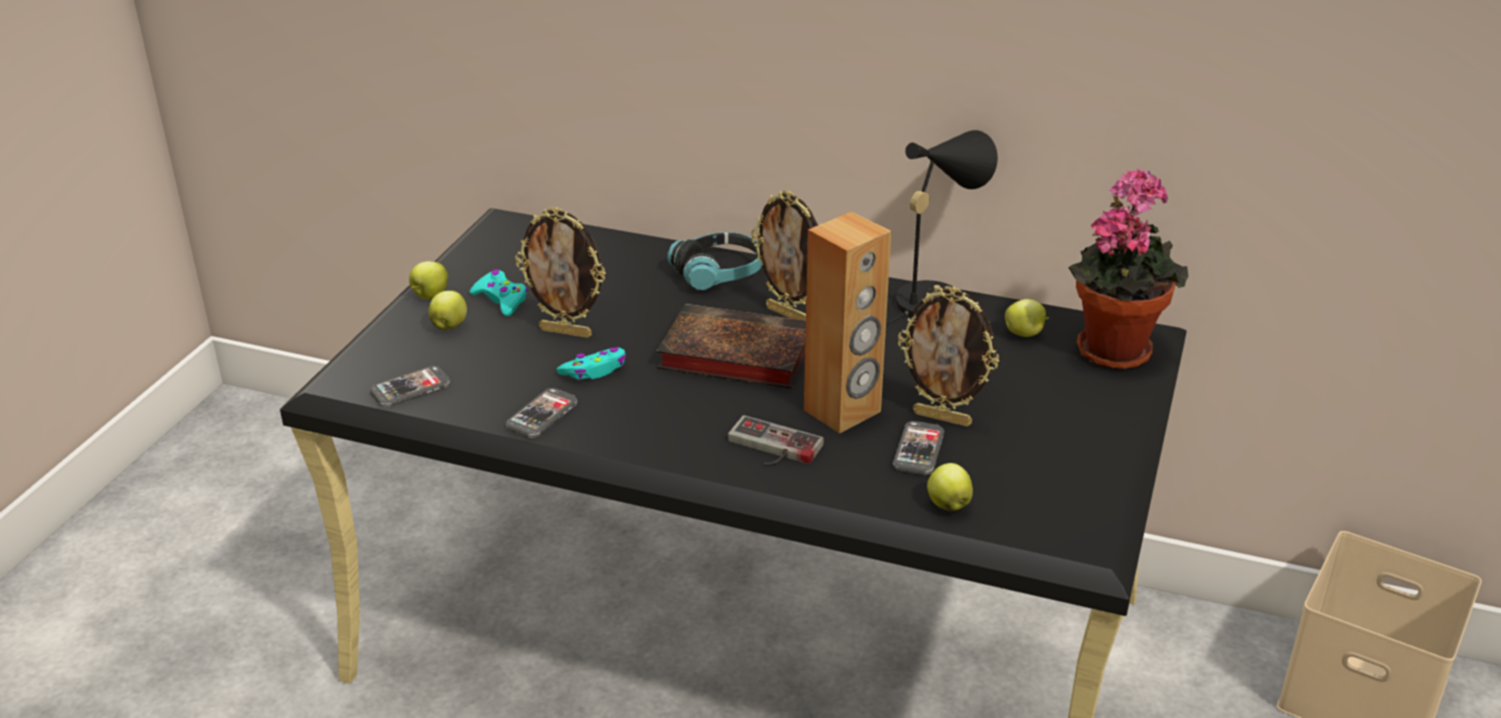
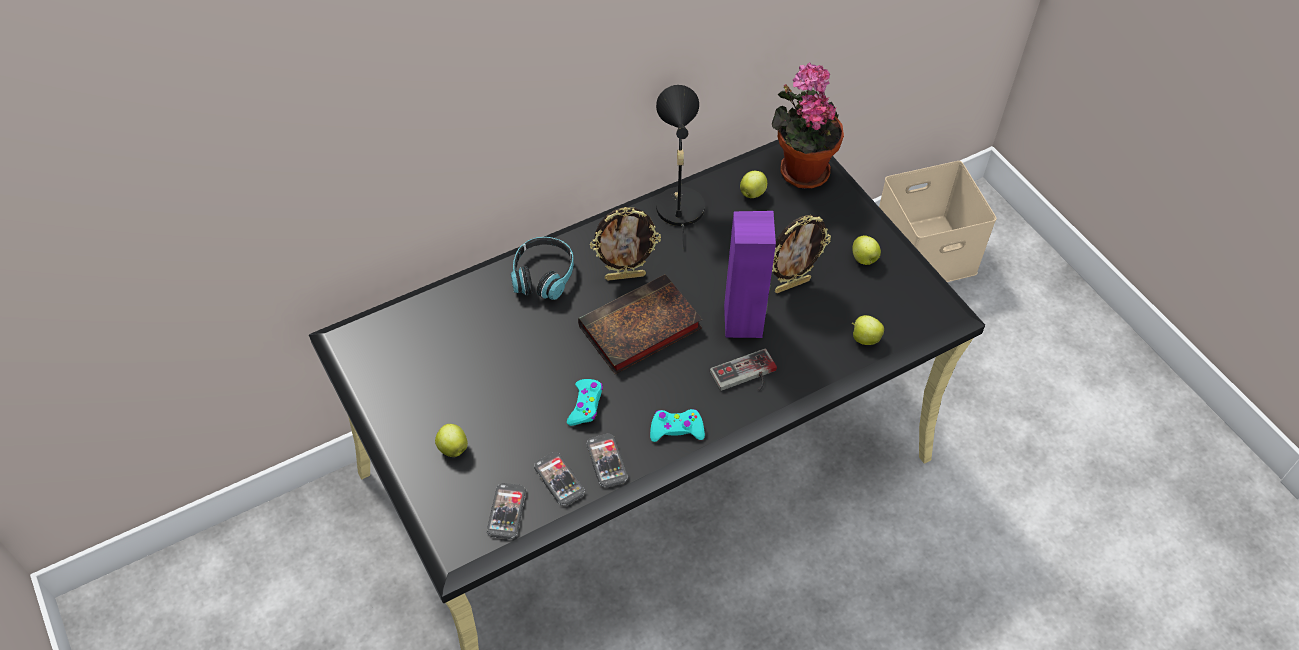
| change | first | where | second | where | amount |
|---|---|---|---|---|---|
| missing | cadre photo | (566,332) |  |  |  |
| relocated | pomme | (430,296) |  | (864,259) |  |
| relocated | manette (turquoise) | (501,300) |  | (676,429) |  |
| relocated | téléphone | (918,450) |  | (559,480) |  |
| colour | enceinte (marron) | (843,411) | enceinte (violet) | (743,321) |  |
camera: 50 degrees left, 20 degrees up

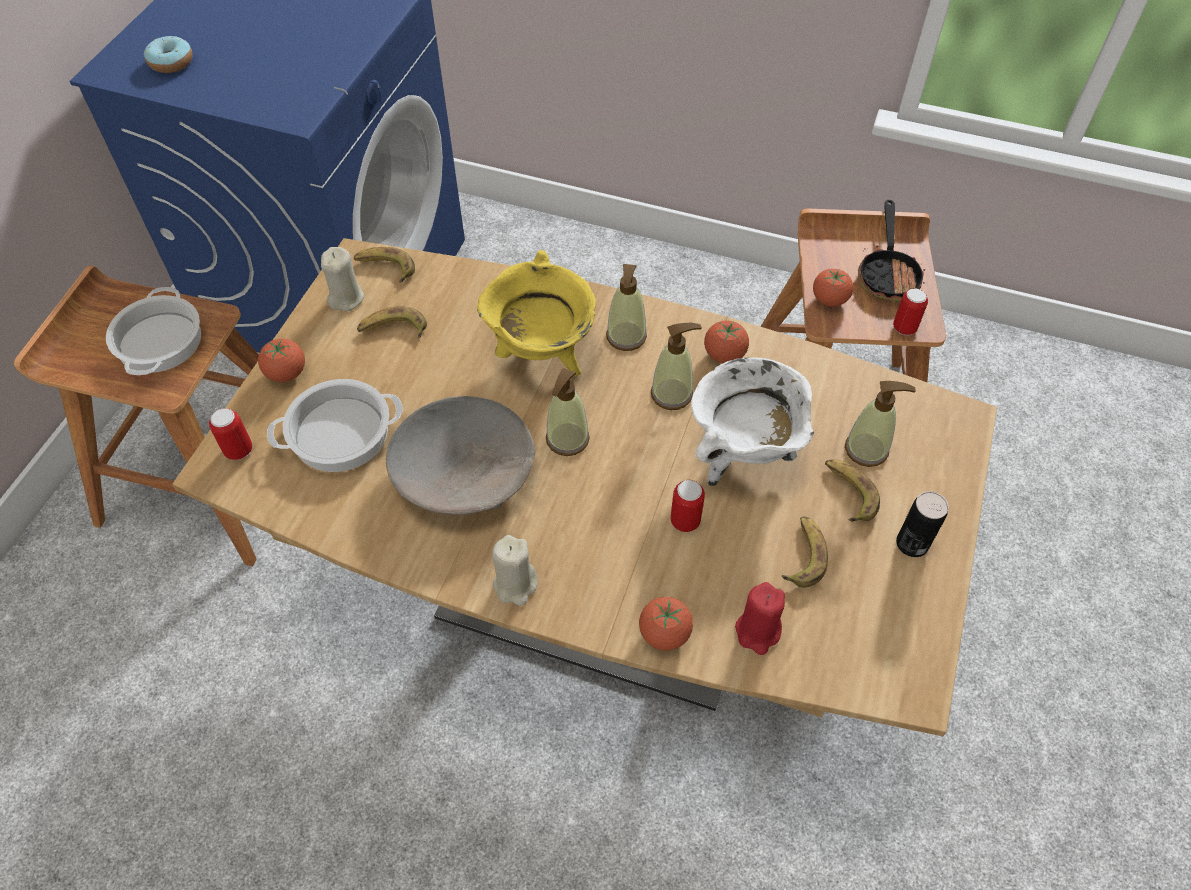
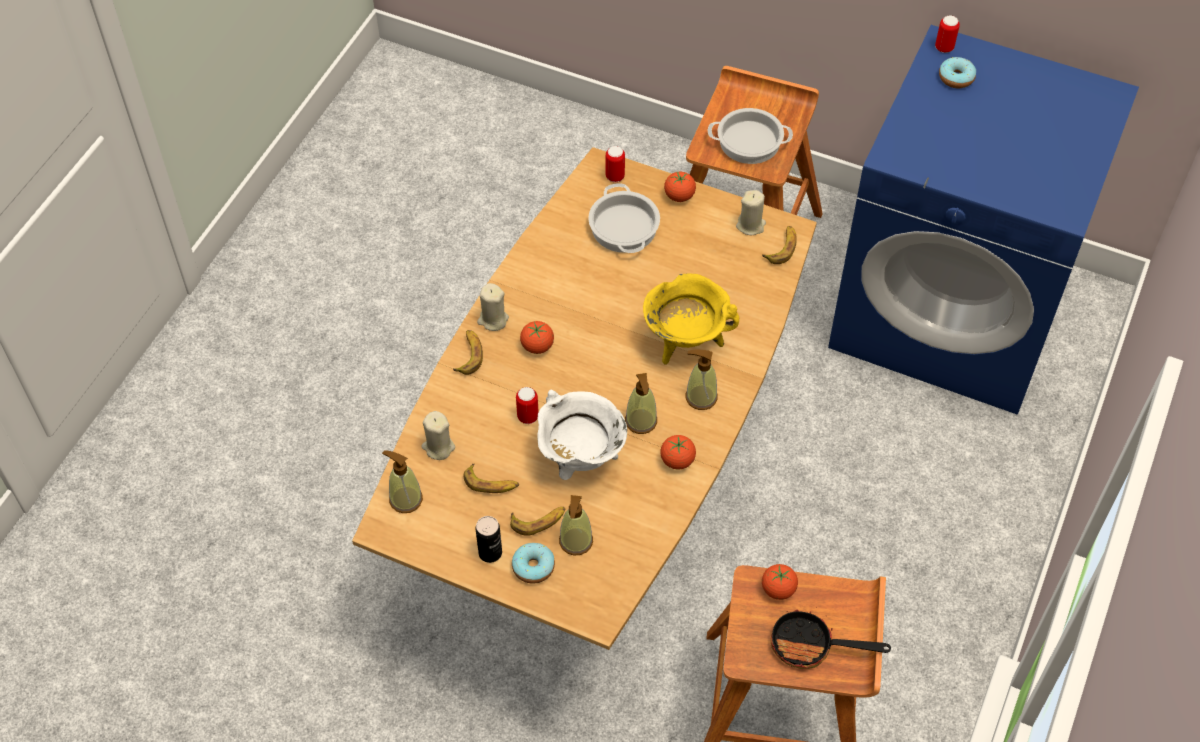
| change | first | where | second | where | amount |
|---|---|---|---|---|---|
| missing | bol (beige) | (463,472) |  |  |  |
| appeared |  |  | beignet | (533,567) |  |
| relocated | banane | (393,329) |  | (469,355) |  |
| relocated | distributeur de savon | (567,439) |  | (405,499) |  |
| relocated | tomate | (664,634) |  | (537,346) |  |
| relocated | boîte métallique | (904,328) |  | (944,48) |  |
| colour | bougie (rouge) | (758,631) | bougie (beige) | (438,447) |  |
camera: 95 degrees right, 0 degrees up

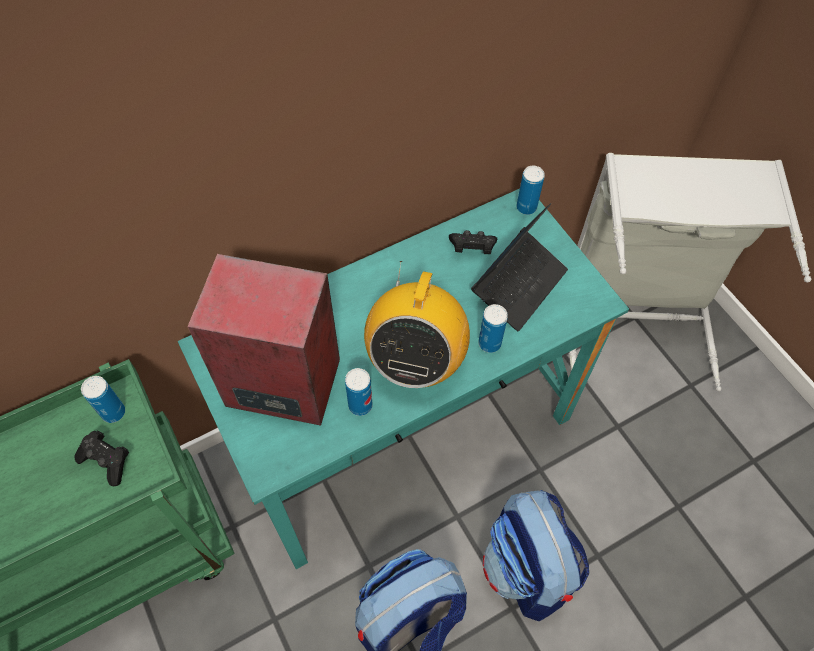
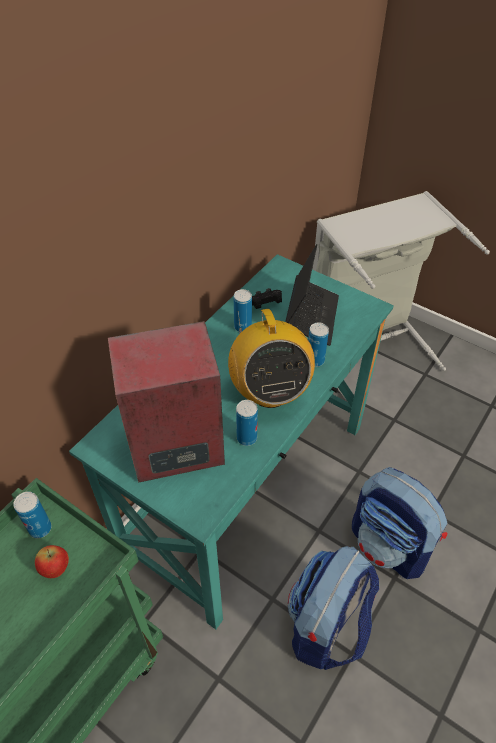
| change | first | where | second | where | amount |
|---|---|---|---|---|---|
| relocated | boîte métallique | (526,207) |  | (243,327) |  |
| exchanged | manette (noir) | (107,461) | pomme | (56,569) |  |
camera: 25 degrees left, 10 degrees down

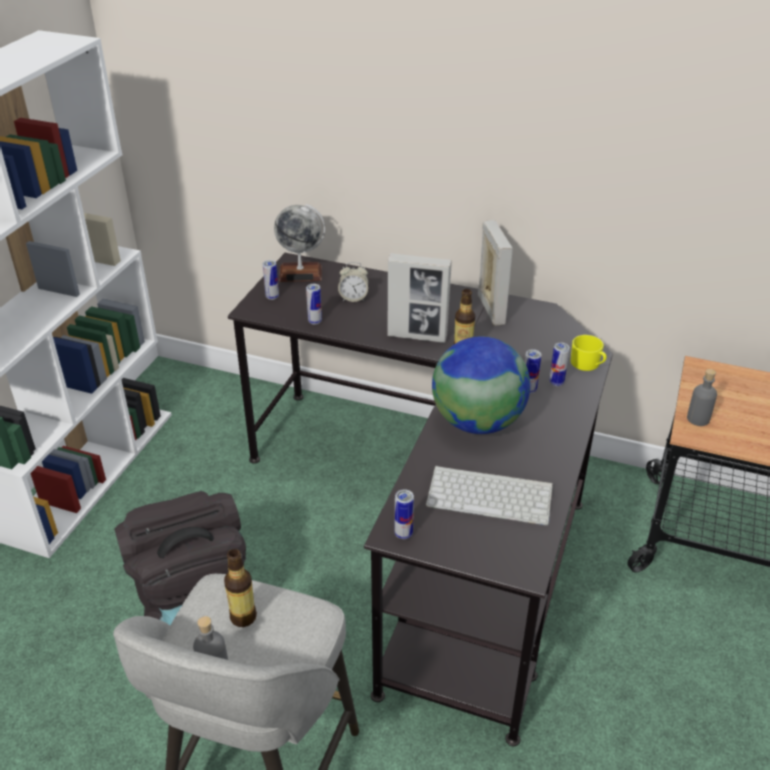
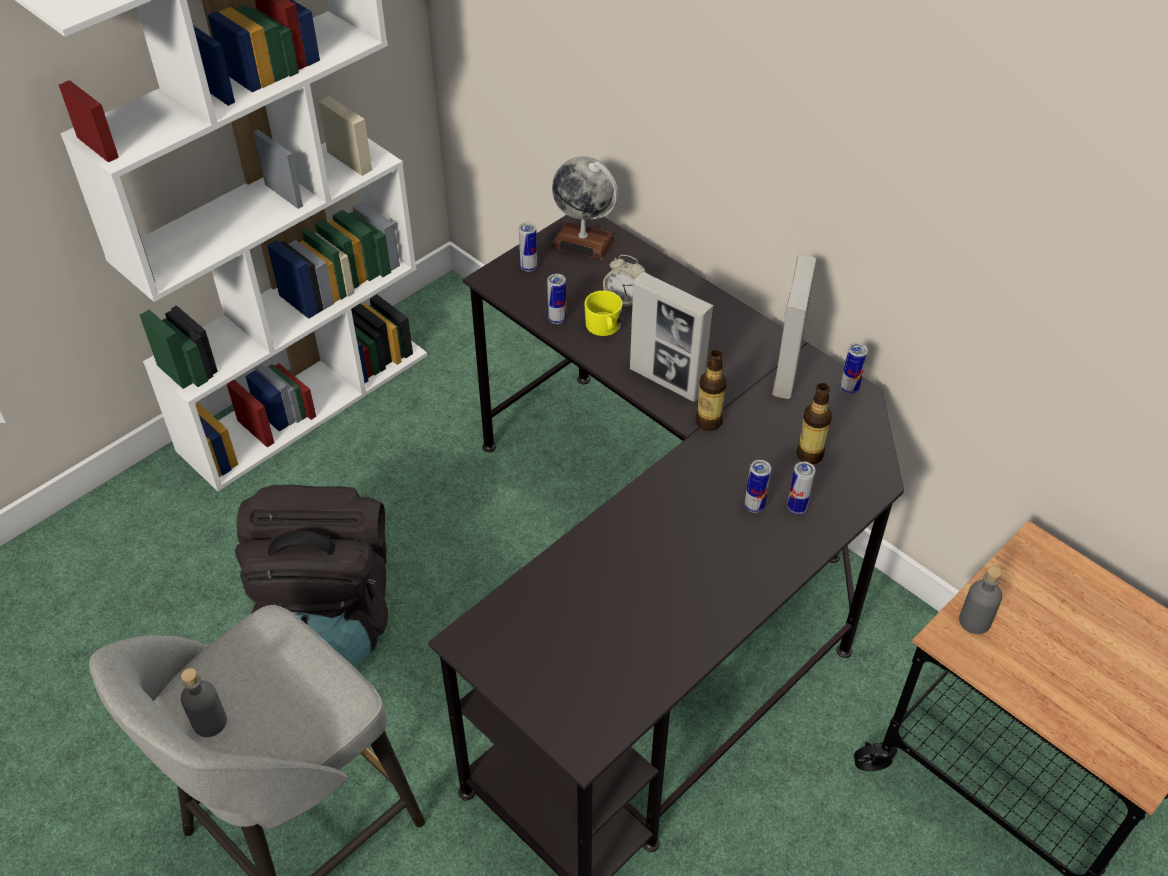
| change | first | where | second | where | amount |
|---|---|---|---|---|---|
| missing | clavier | (491,495) |  |  |  |
| missing | globe | (477,422) |  |  |  |
| relocated | bouteille | (243,617) |  | (809,455) |  |
| relocated | boîte métallique | (403,534) |  | (849,389) |  |
| relocated | mug (jaune) | (588,364) |  | (604,327) |  |
camera: 25 degrees right, 10 degrees up

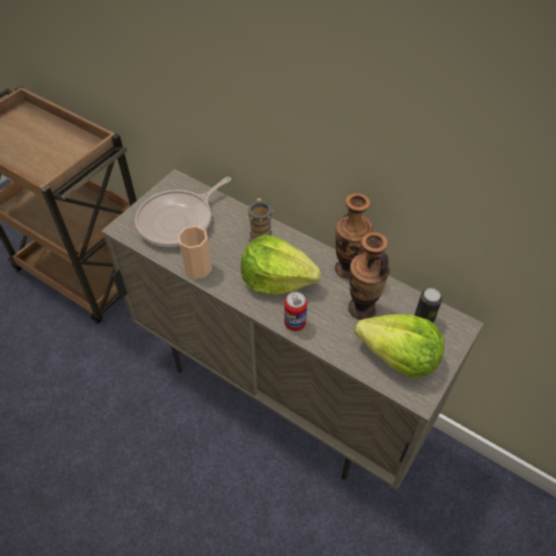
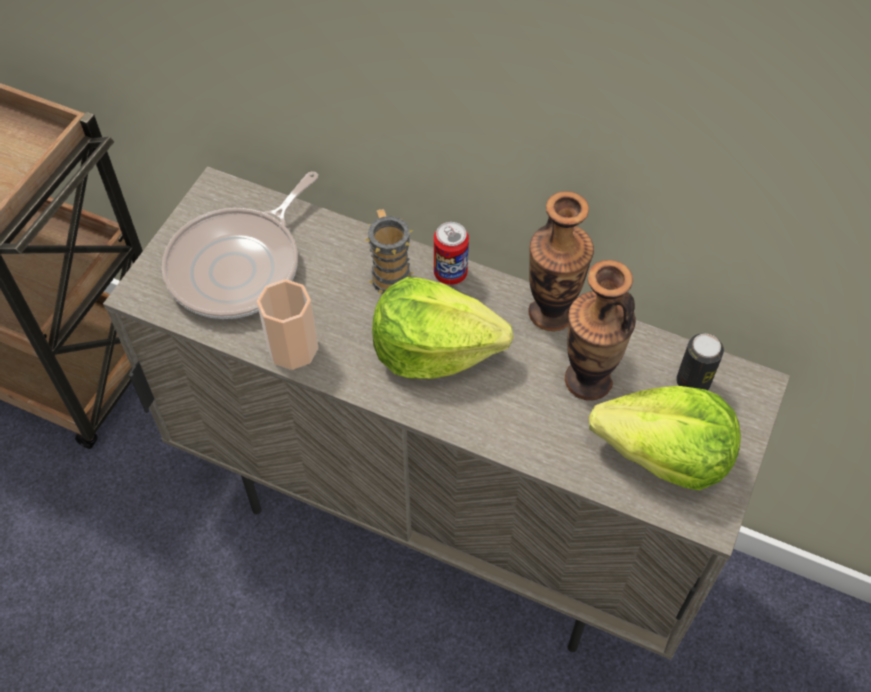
| change | first | where | second | where | amount |
|---|---|---|---|---|---|
| relocated | boîte métallique | (295,323) |  | (450,273) |  |
camera: 10 degrees left, 5 degrees up

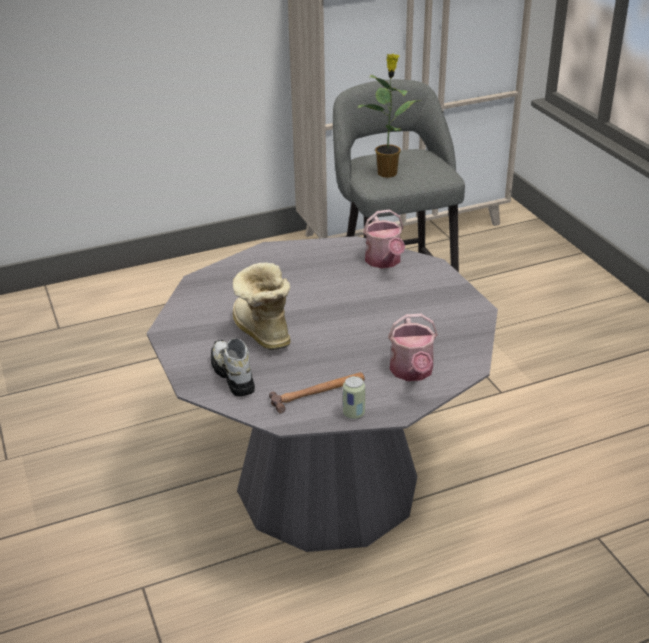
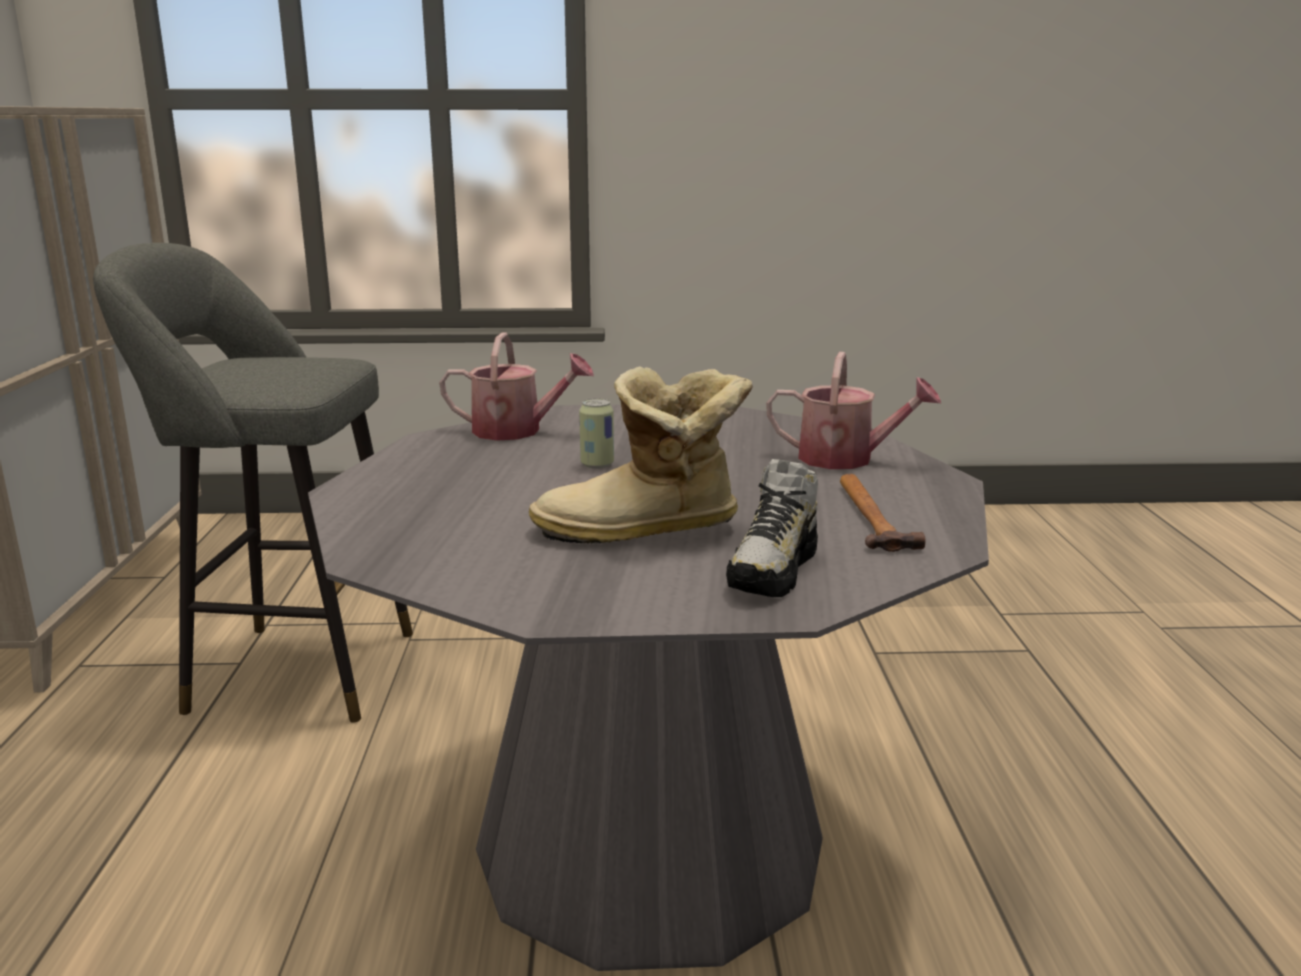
| change | first | where | second | where | amount |
|---|---|---|---|---|---|
| missing | plante en pot | (387,172) |  |  |  |
| relocated | boîte métallique | (354,414) |  | (597,464) |  |
| spun | chaussure | (232,375) |  | (774,571) | 60 degrees counterclockwise |
camera: 70 degrees left, 15 degrees down

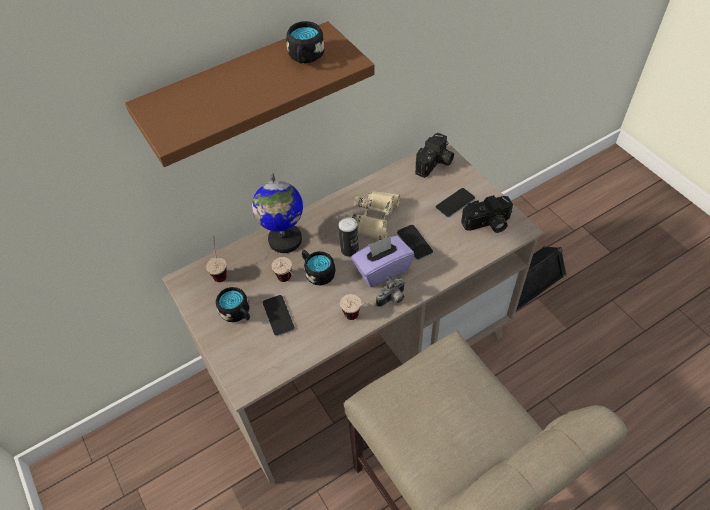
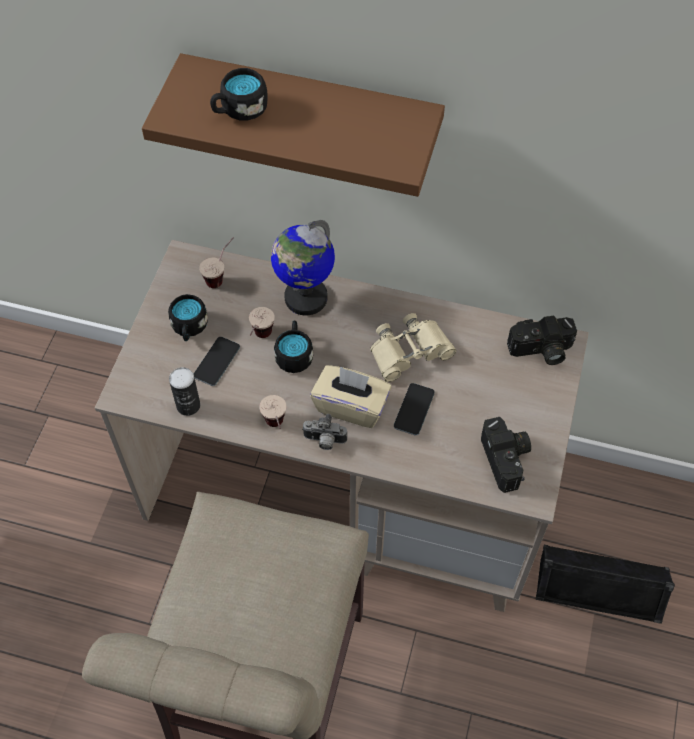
| change | first | where | second | where | amount |
|---|---|---|---|---|---|
| missing | téléphone | (455,203) |  |  |  |
| relocated | mug (noir) | (305,57) |  | (239,110) |  |
| relocated | boîte métallique | (349,249) |  | (188,405) |  |
| colour | boîte à mouchoirs (violet) | (382,269) | boîte à mouchoirs (beige) | (351,406) |  |
| spun | appareil photo | (487,224) |  | (507,459) | 135 degrees counterclockwise |
camera: 45 degrees right, 5 degrees up

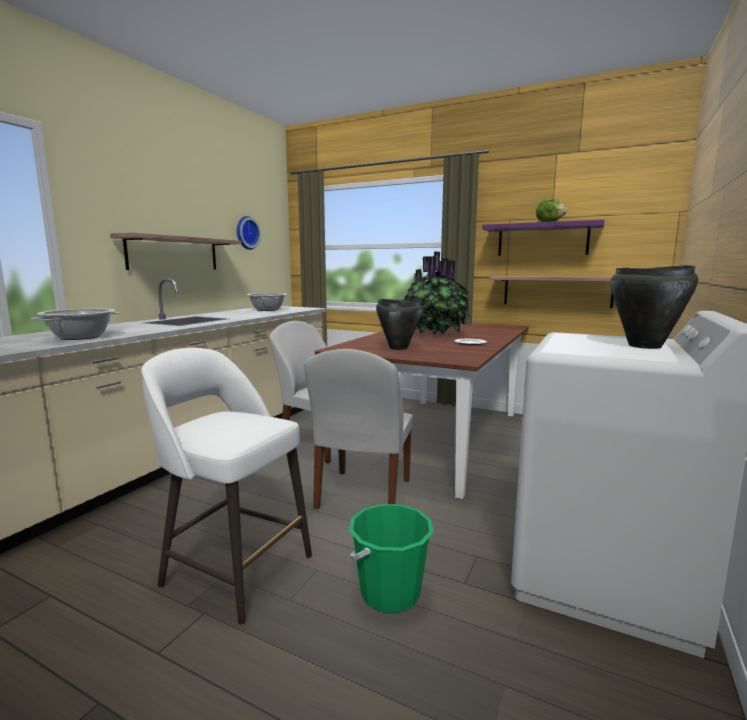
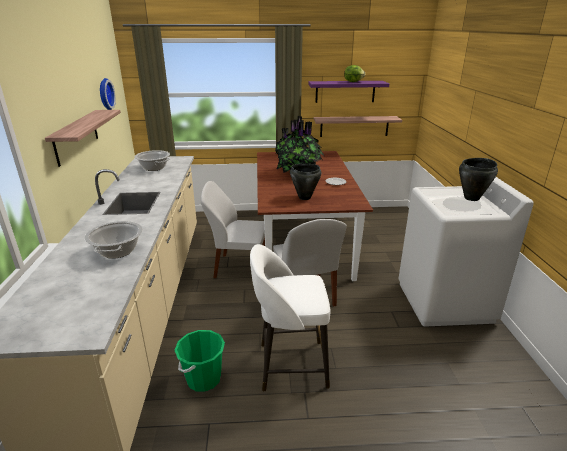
| change | first | where | second | where | amount |
|---|---|---|---|---|---|
| relocated | seau (vert) | (390,593) |  | (203,379) |  |
camera: 30 degrees left, 15 degrees up

